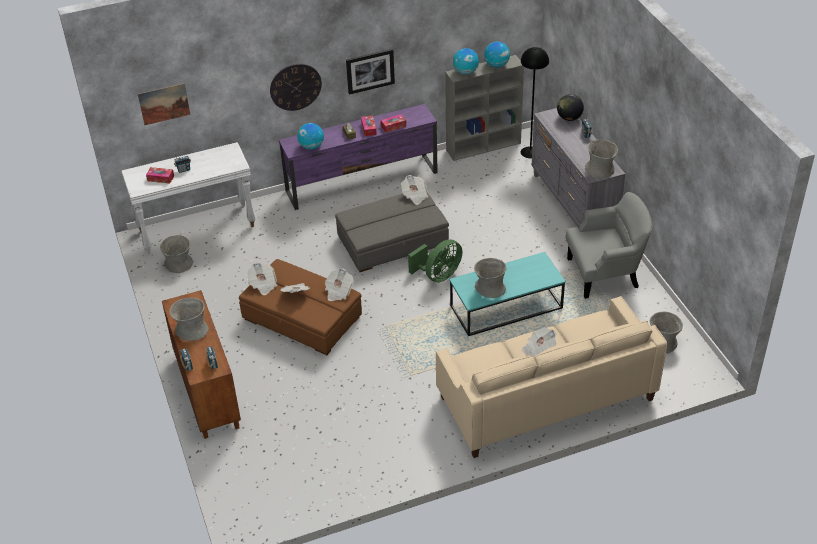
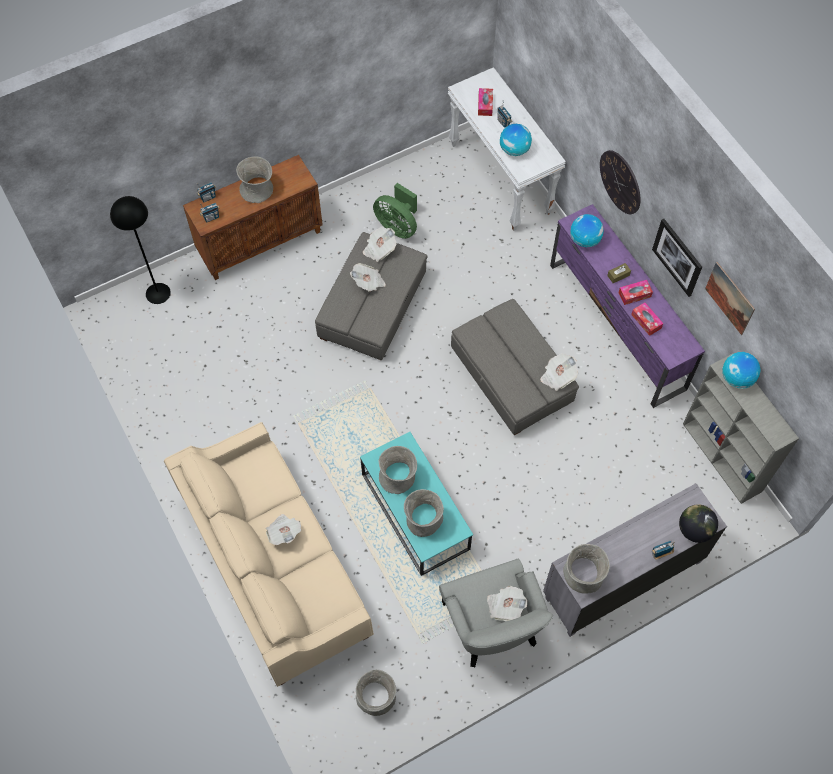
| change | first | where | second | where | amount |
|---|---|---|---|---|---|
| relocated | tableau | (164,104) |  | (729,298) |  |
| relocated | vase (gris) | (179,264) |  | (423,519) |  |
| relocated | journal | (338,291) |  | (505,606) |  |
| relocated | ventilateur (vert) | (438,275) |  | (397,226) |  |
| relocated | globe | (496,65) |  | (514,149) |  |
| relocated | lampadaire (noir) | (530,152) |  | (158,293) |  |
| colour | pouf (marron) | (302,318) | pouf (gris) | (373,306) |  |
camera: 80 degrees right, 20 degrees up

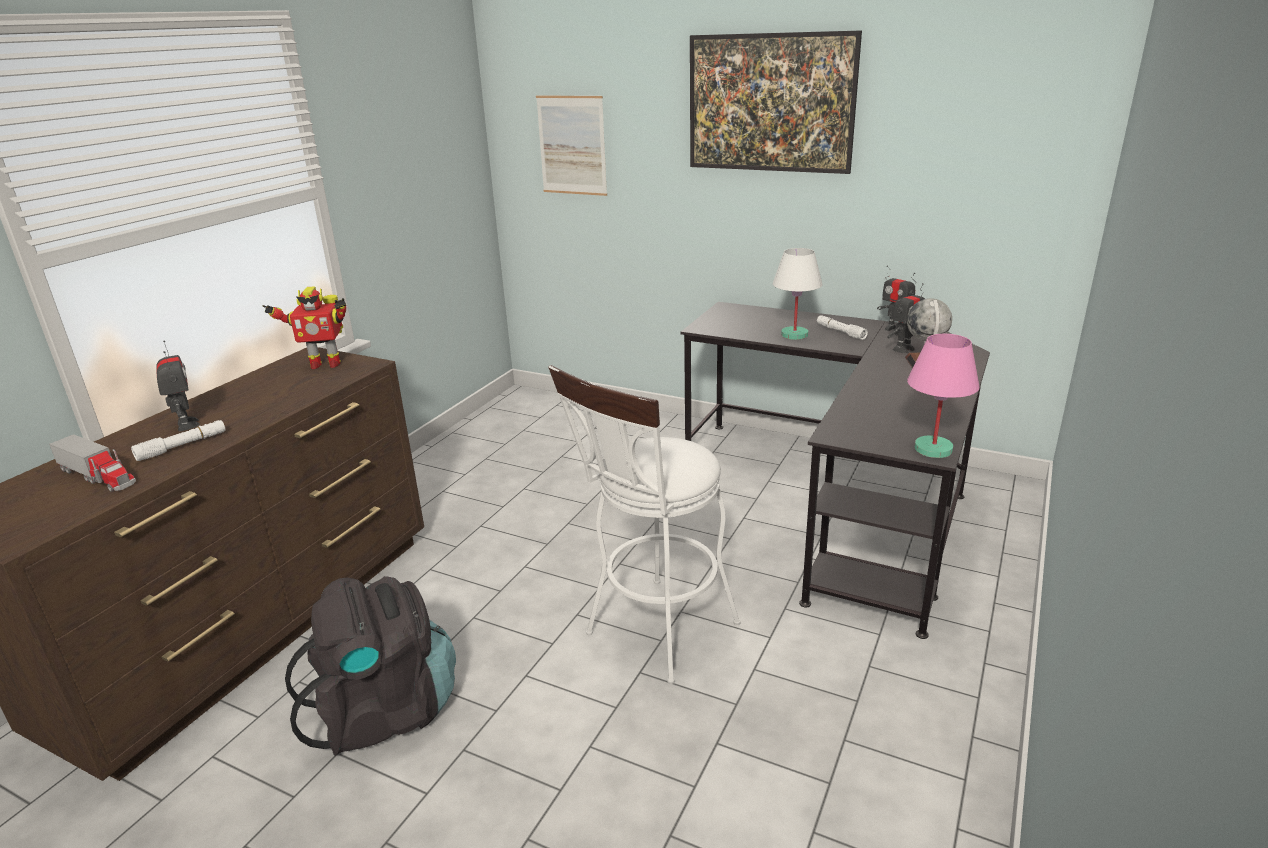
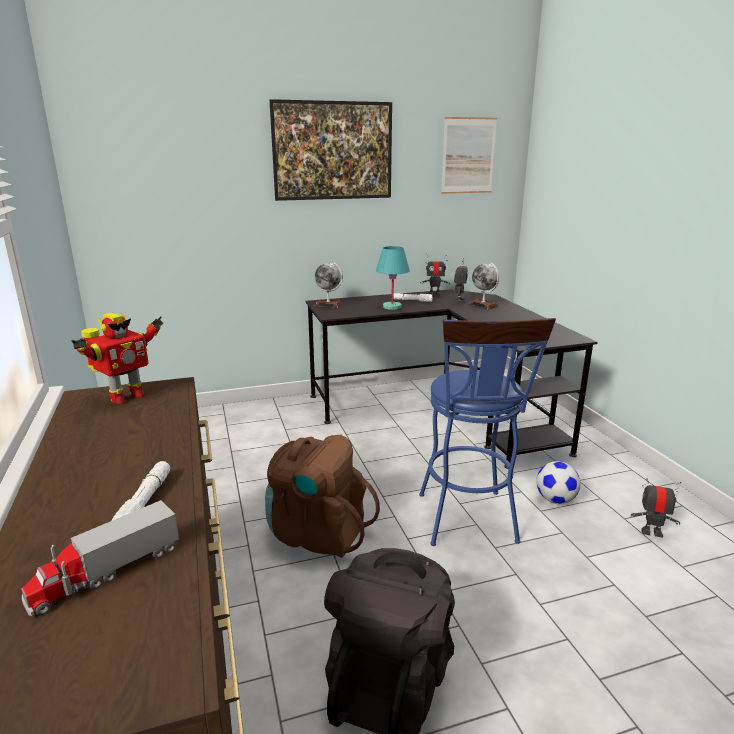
| change | first | where | second | where | amount |
|---|---|---|---|---|---|
| missing | lampe de table (rose) | (932,449) |  |  |  |
| appeared |  |  | sac à dos (marron) | (317,533) |  |
| appeared |  |  | globe | (328,305) |  |
| appeared |  |  | ballon de foot | (555,500) |  |
| relocated | robot jouet | (186,424) |  | (651,532) |  |
| relocated | tableau | (572,145) |  | (468,156) |  |
| colour | tabouret (blanc) | (655,635) | tabouret (bleu) | (469,523) |  |
| colour | lampe de table (blanc) | (793,335) | lampe de table (turquoise) | (391,307) |  |
| spun | camion jouet | (98,476) |  | (105,573) | 150 degrees clockwise |
camera: 45 degrees left, 5 degrees down

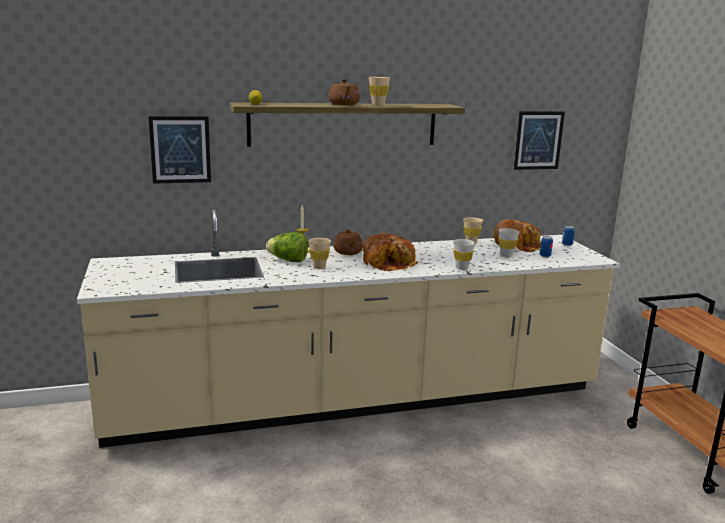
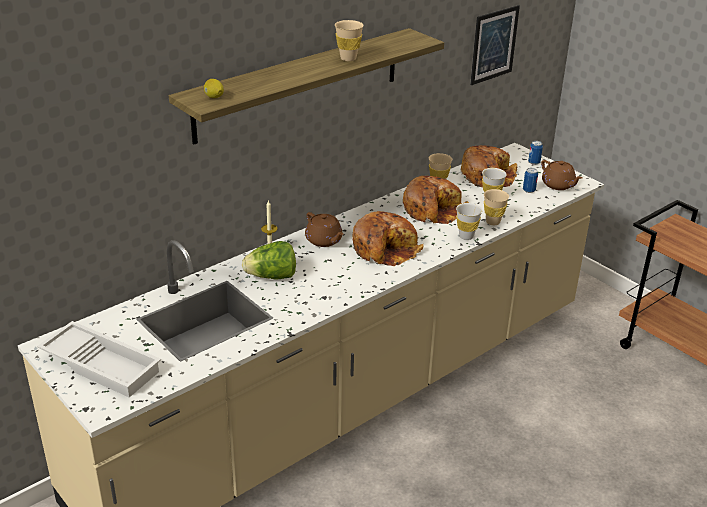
| change | first | where | second | where | amount |
|---|---|---|---|---|---|
| missing | tableau | (180,149) |  |  |  |
| appeared |  |  | plateau (blanc) | (103,364) |  |
| appeared |  |  | pain | (433,209) |  |
| relocated | tasse (beige) | (319,267) |  | (493,222) |  |
| relocated | théière (marron) | (344,104) |  | (558,185) |  |
camera: 25 degrees left, 15 degrees up

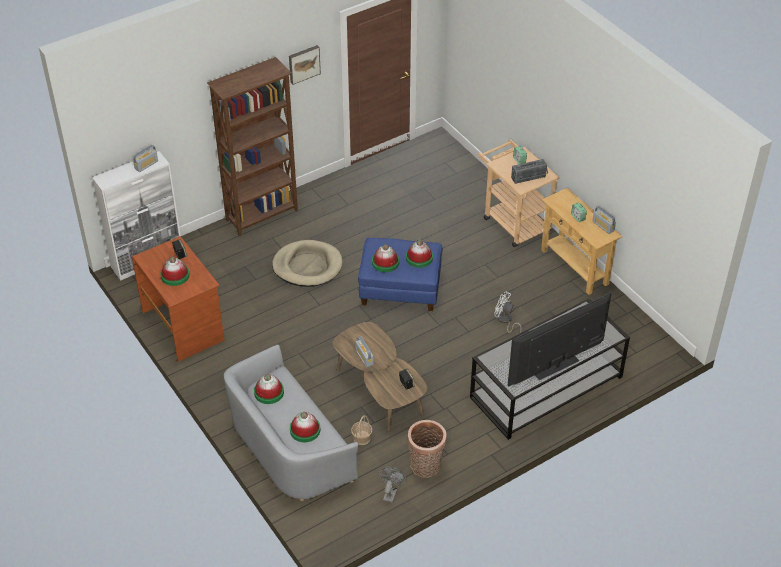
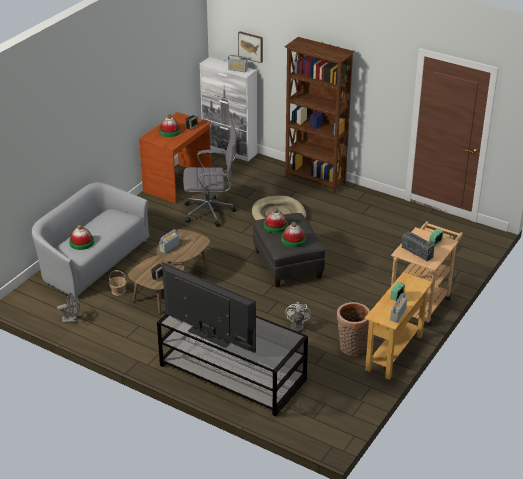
| change | first | where | second | where | amount |
|---|---|---|---|---|---|
| missing | chapeau | (269,392) |  |  |  |
| appeared |  |  | chaise de bureau (gris) | (211,212) |  |
| relocated | tableau | (303,64) |  | (251,46) |  |
| relocated | panier | (426,467) |  | (351,348) |  |
| colour | pouf (bleu) | (401,289) | pouf (gris) | (288,265) |  |
camera: 65 degrees right, 10 degrees down

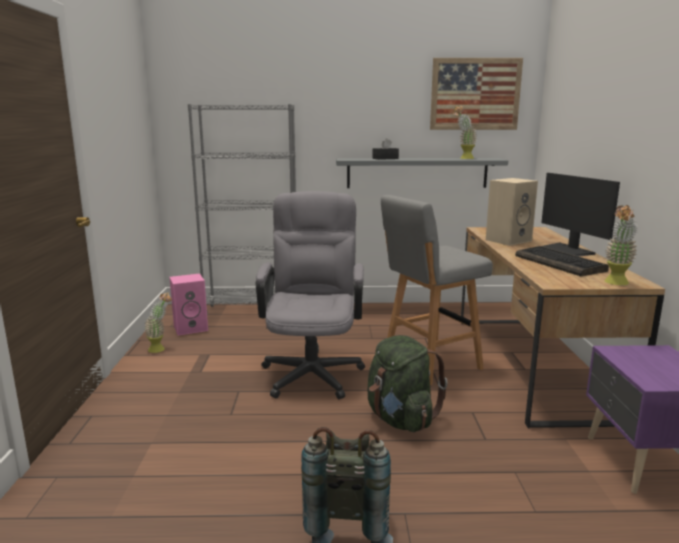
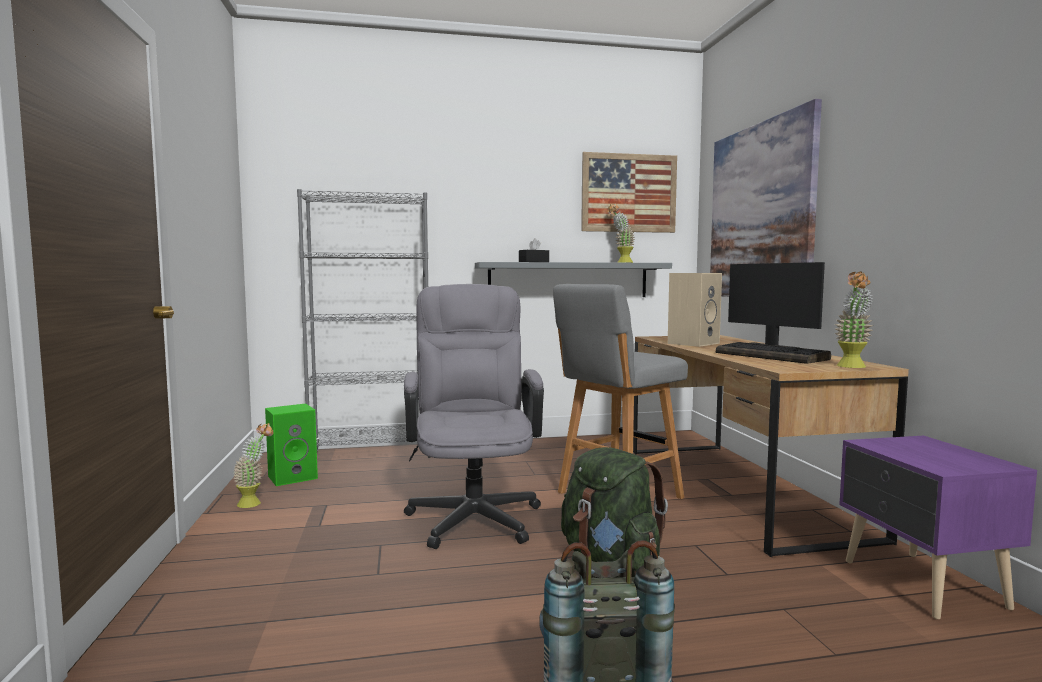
| change | first | where | second | where | amount |
|---|---|---|---|---|---|
| appeared |  |  | tableau | (760,212) |  |
| colour | enceinte (rose) | (191,328) | enceinte (vert) | (293,477) |  |
camera: 10 degrees left, 10 degrees down

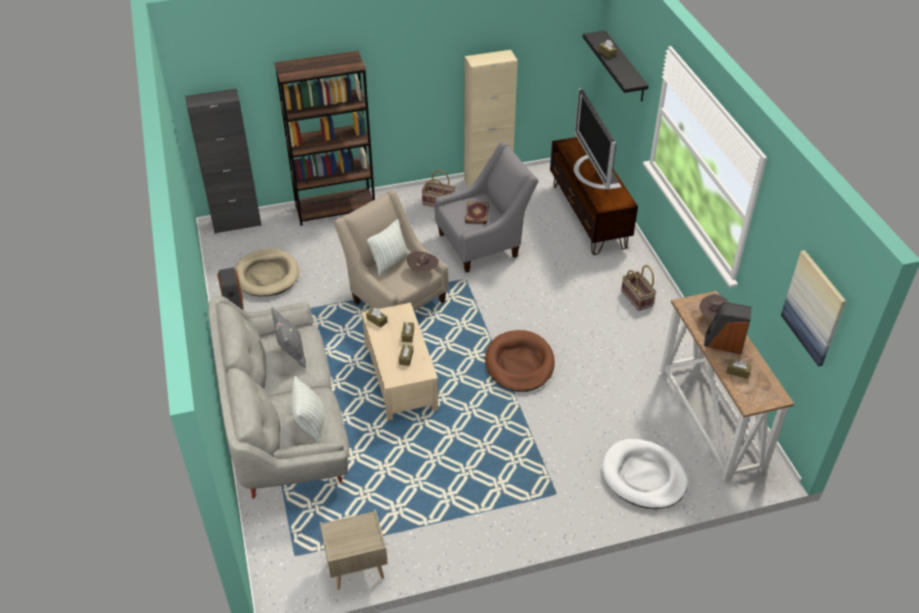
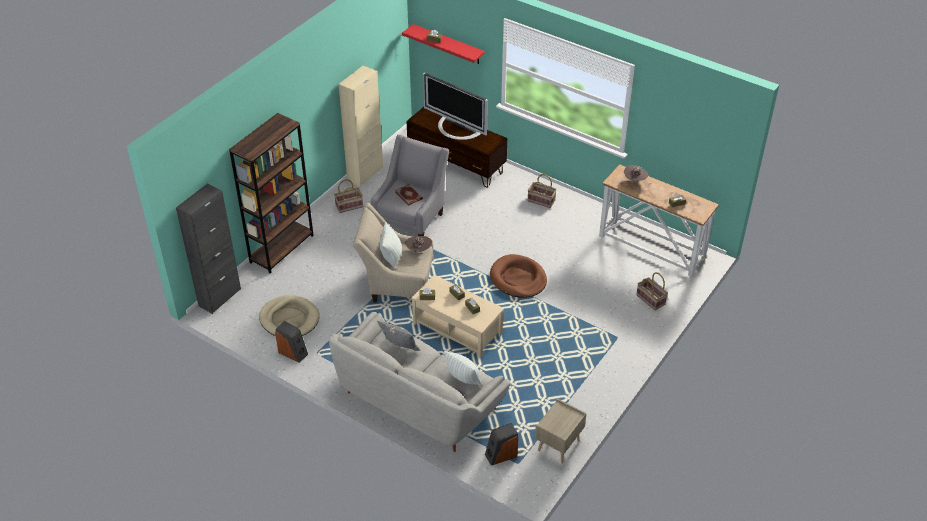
| change | first | where | second | where | amount |
|---|---|---|---|---|---|
| missing | tableau | (814,308) |  |  |  |
| relocated | enceinte | (723,343) |  | (501,455) |  |
| exchanged | panier pour chien (blanc) | (643,477) | panier | (651,299) |  |
| colour | étagère (noir) | (625,66) | étagère (rouge) | (448,44) |  |
camera: 40 degrees left, 0 degrees up

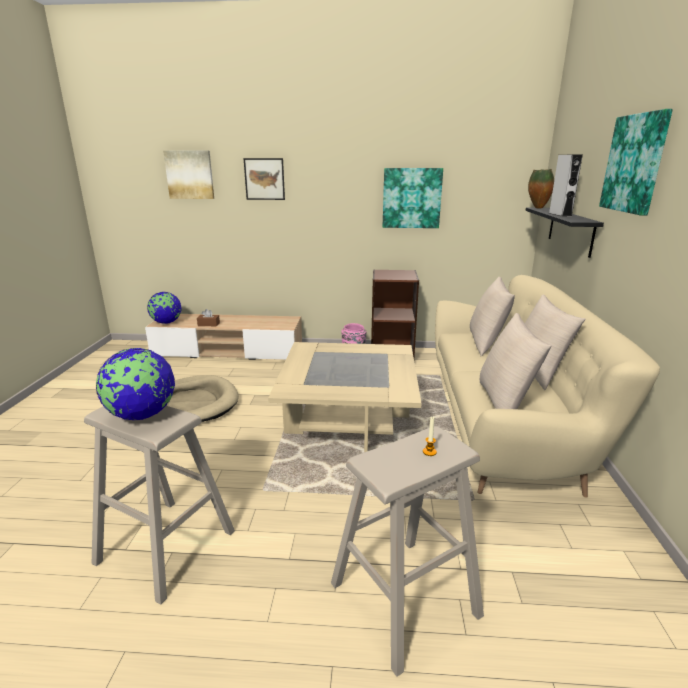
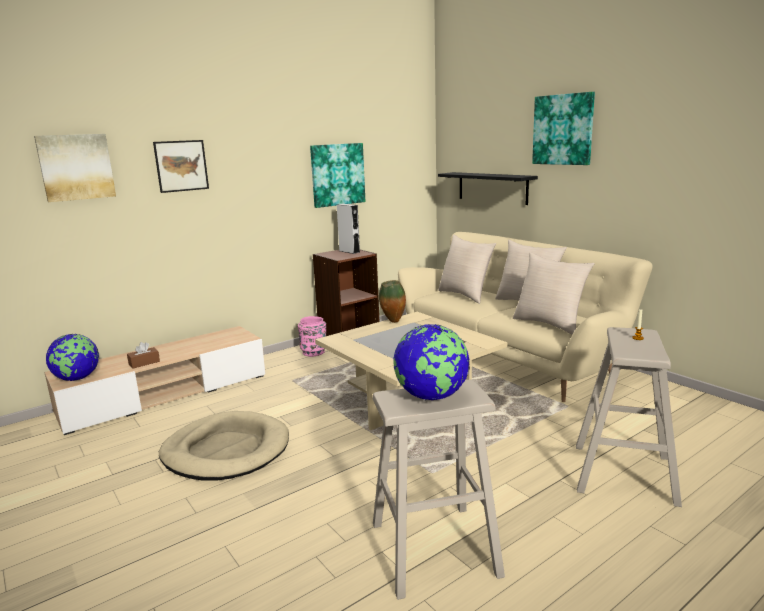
| change | first | where | second | where | amount |
|---|---|---|---|---|---|
| relocated | vase | (537,208) |  | (393,322) |  |
| relocated | enceinte (gris) | (560,214) |  | (349,251) |  |
camera: 40 degrees left, 5 degrees down

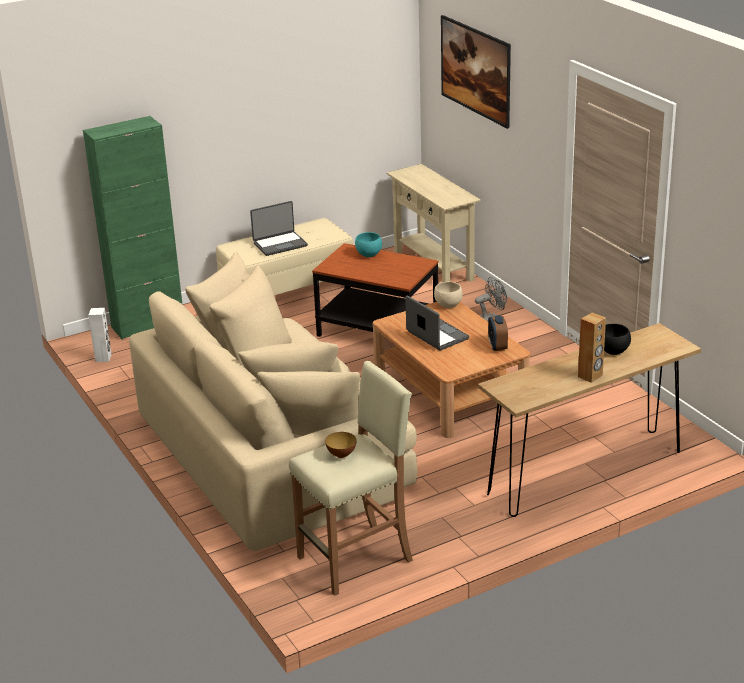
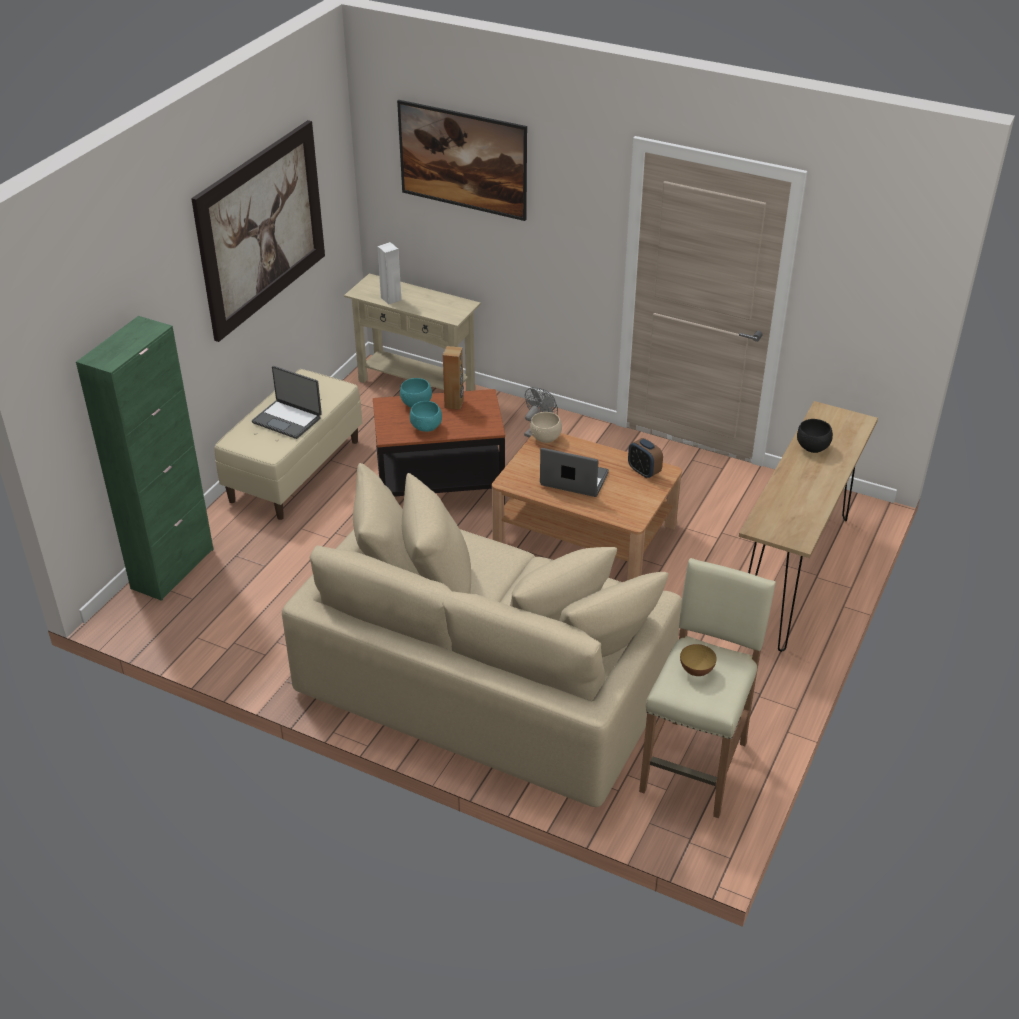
| change | first | where | second | where | amount |
|---|---|---|---|---|---|
| appeared |  |  | tableau | (261,228) |  |
| appeared |  |  | bol (turquoise) | (427,428) |  |
| relocated | enceinte (blanc) | (103,358) |  | (391,298) |  |
| relocated | enceinte (marron) | (590,376) |  | (454,404) |  |
| spun | ordinateur portable | (280,244) |  | (288,419) | 90 degrees clockwise |
camera: 35 degrees left, 10 degrees up

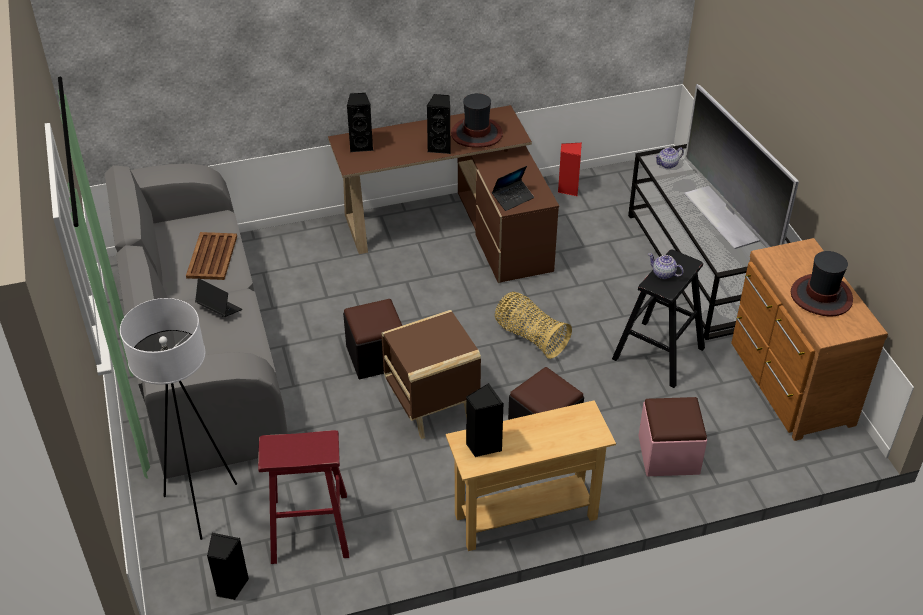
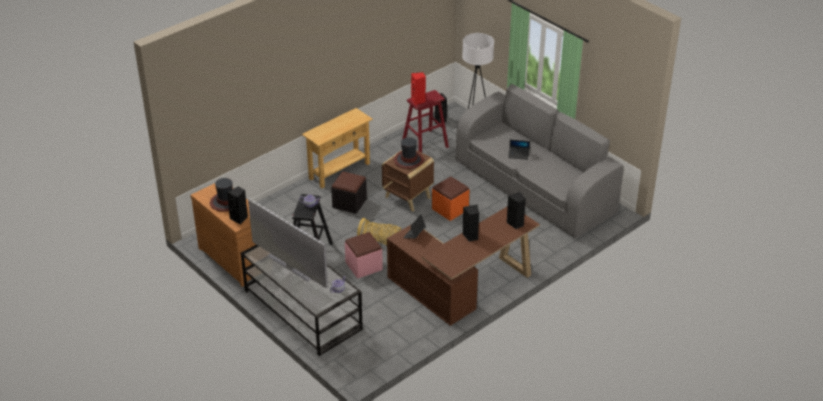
| change | first | where | second | where | amount |
|---|---|---|---|---|---|
| missing | plateau (marron) | (211,257) |  |  |  |
| relocated | chapeau | (477,134) |  | (408,160) |  |
| relocated | enceinte (noir) | (482,445) |  | (239,218) |  |
| relocated | enceinte (rouge) | (568,189) |  | (418,101) |  |
| relocated | pouf (rose) | (668,455) |  | (364,266) |  |
| colour | pouf (noir) | (376,357) | pouf (orange) | (450,209) |  |
camera: 155 degrees right, 5 degrees down

